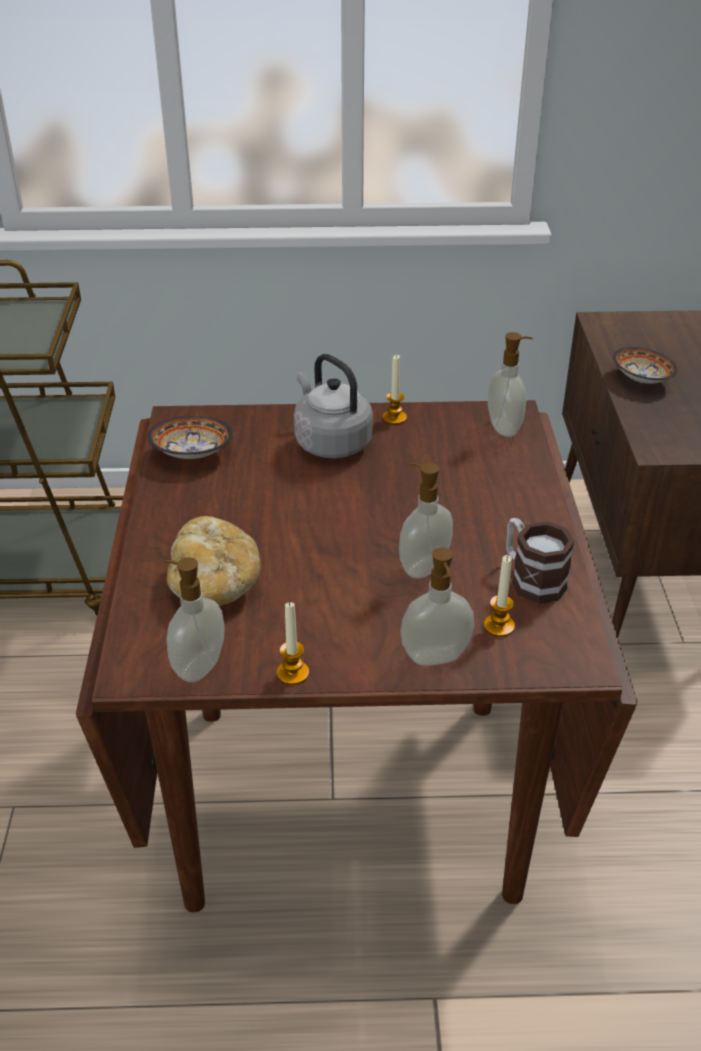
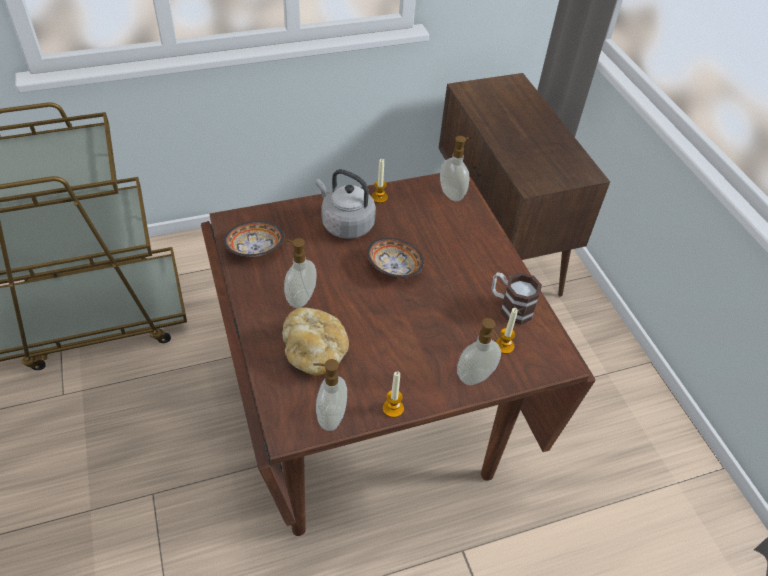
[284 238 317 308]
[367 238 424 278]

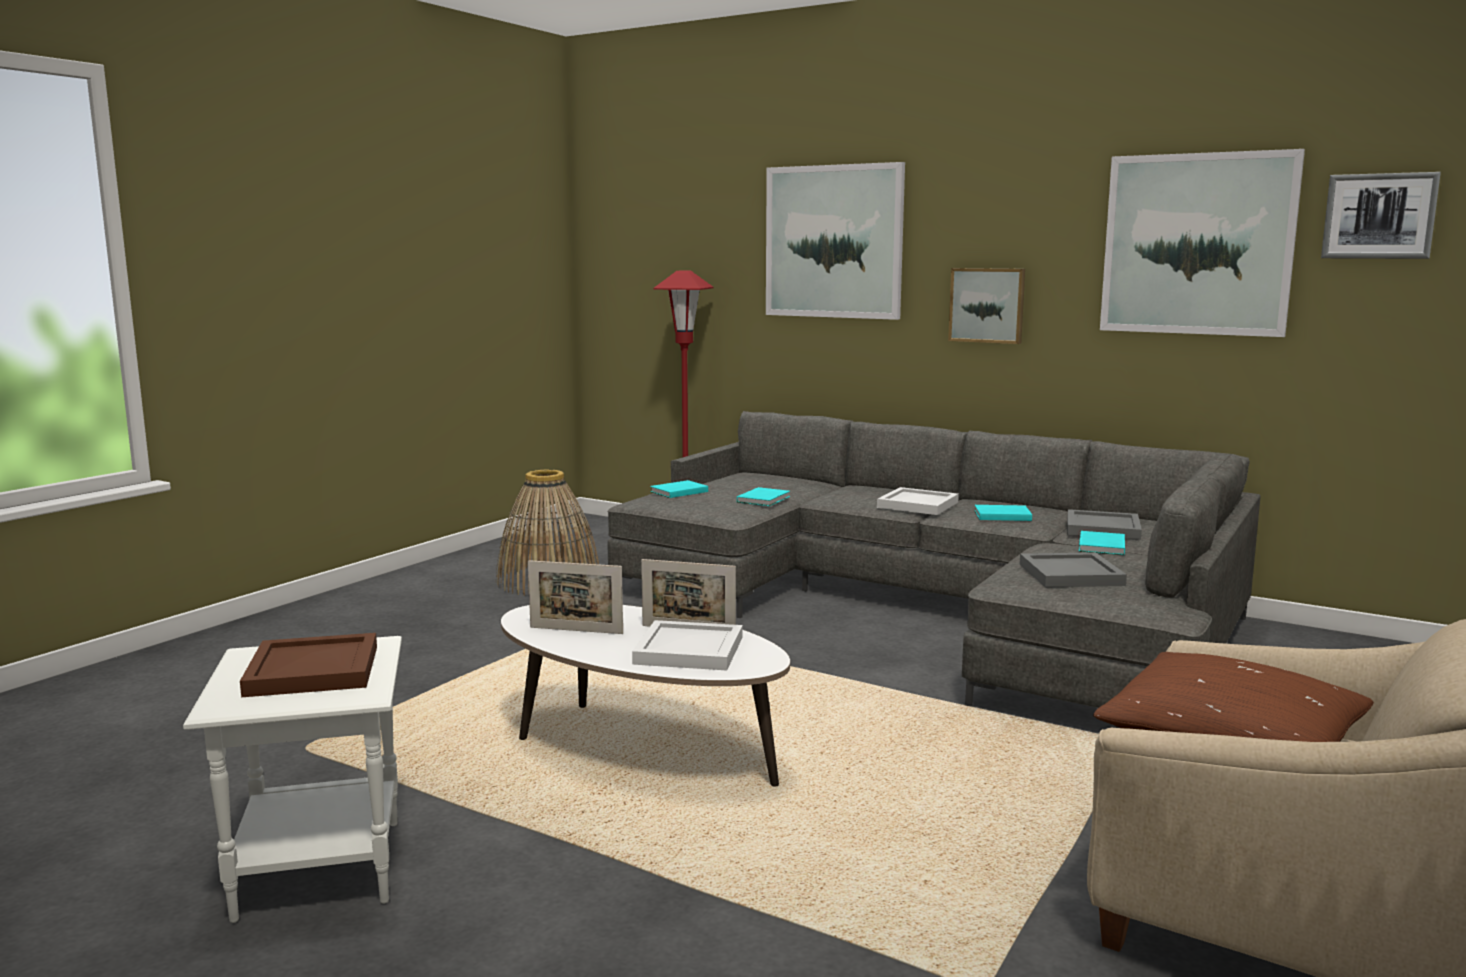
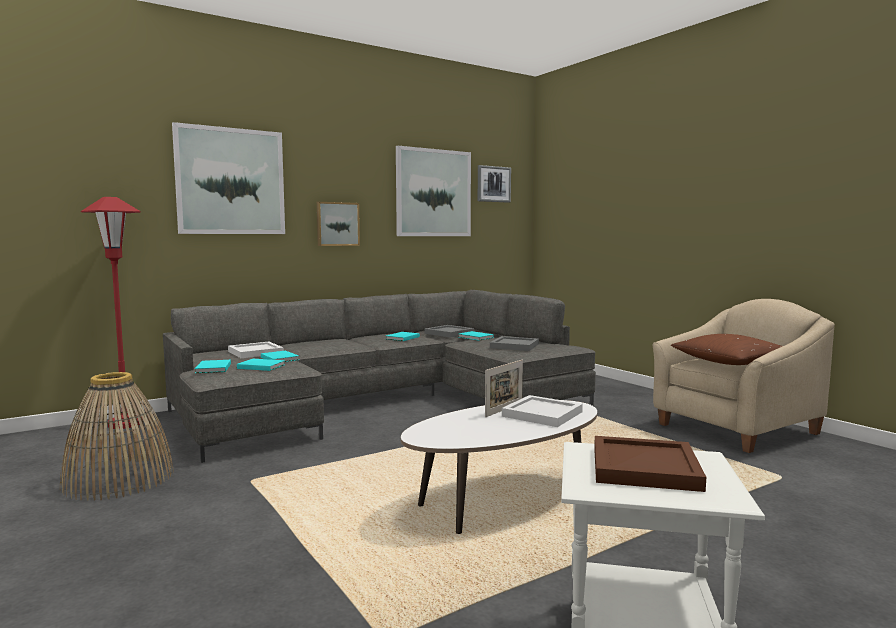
[528 560 623 634] (first image)
[237 359 285 371]
[228 342 284 358]

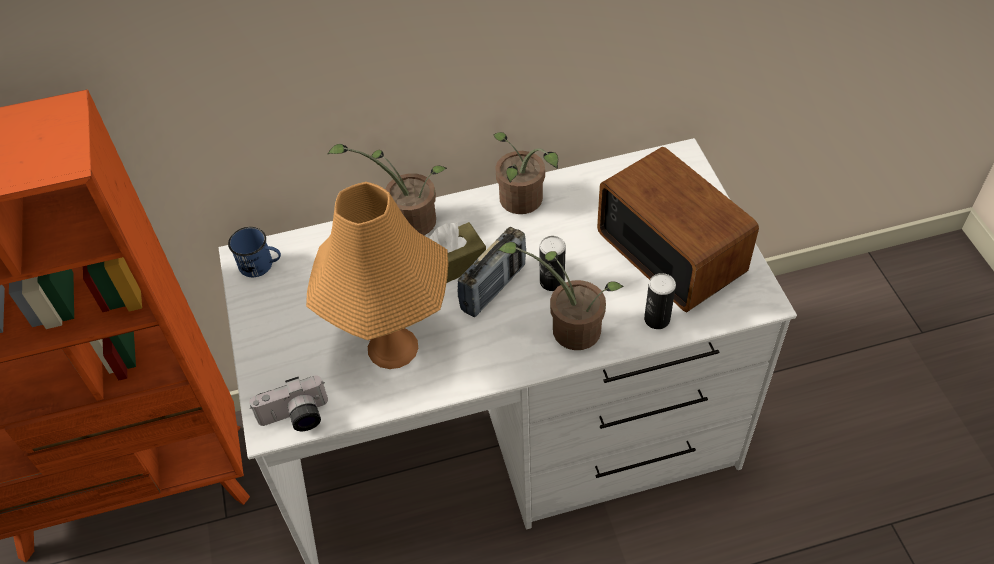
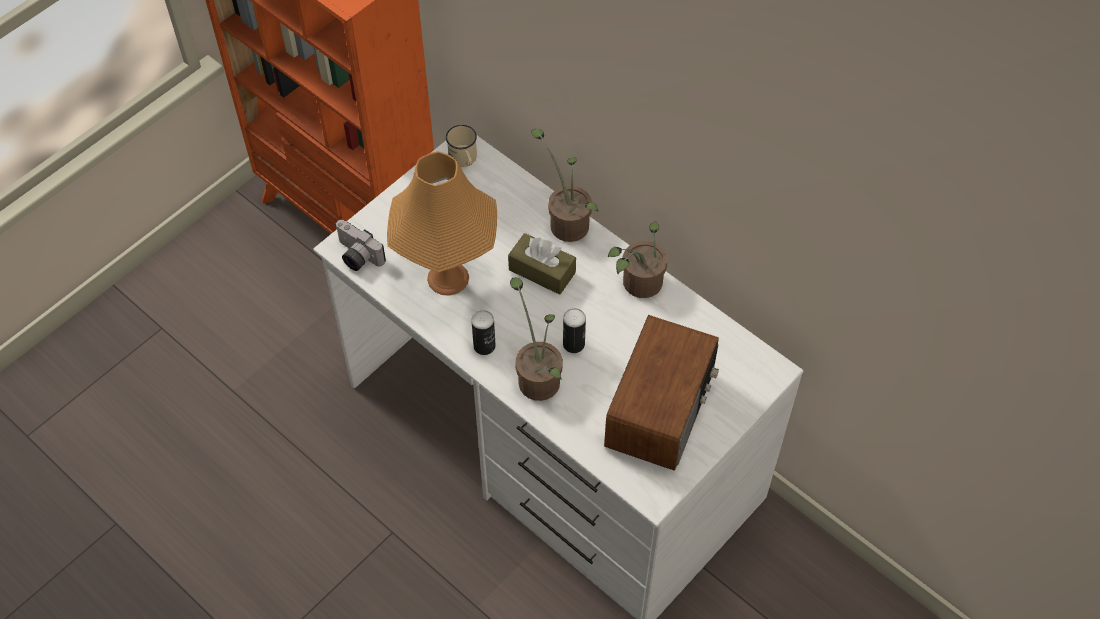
[458 227 526 317] (first image)
[471 310 496 355]
[446 125 477 167]

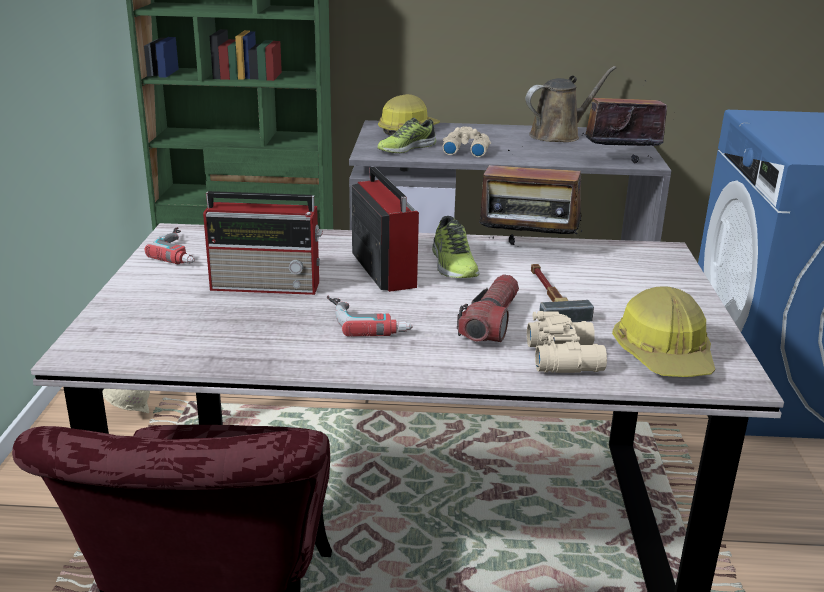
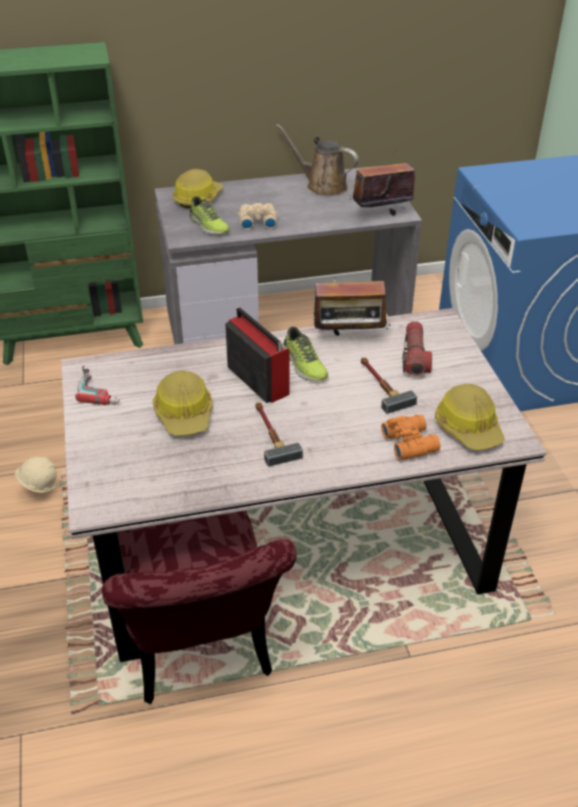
[402 321 432 376]
[152 371 212 436]
[256 402 303 467]
[381 414 440 460]
[189 196 230 235]
[276 124 359 196]

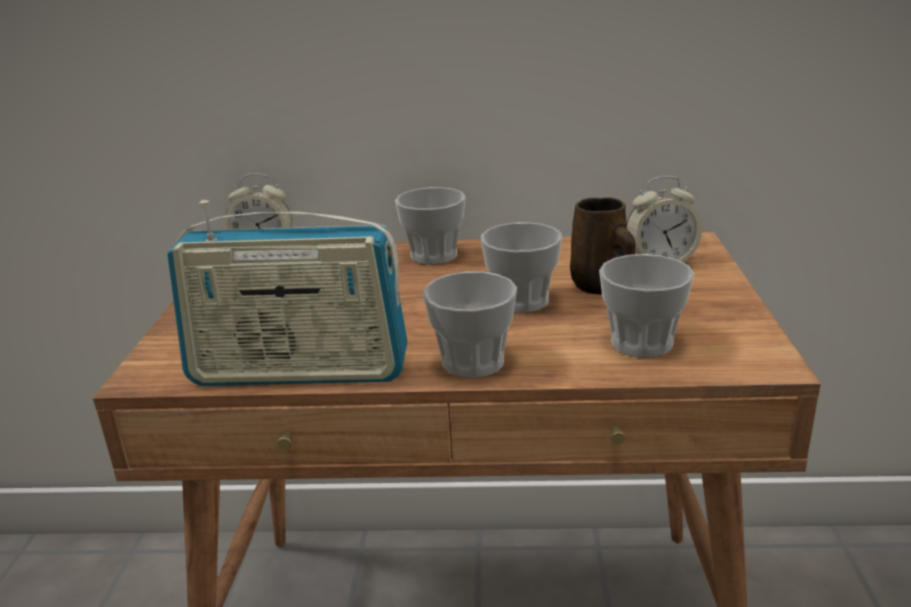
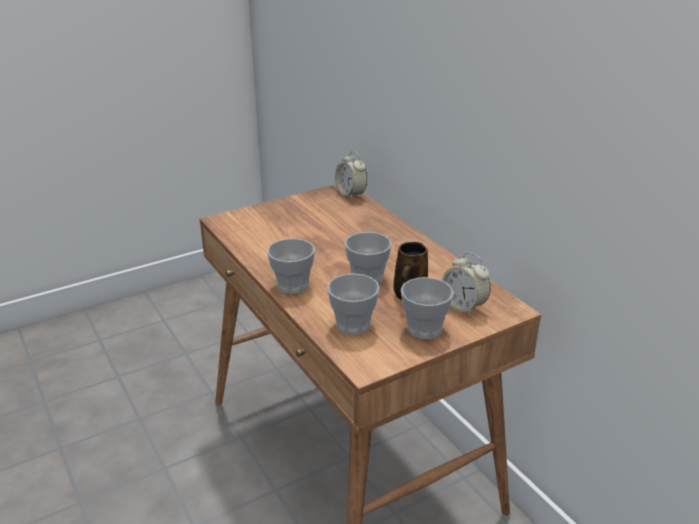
[167 200 408 386] (first image)
[401 277 454 339]

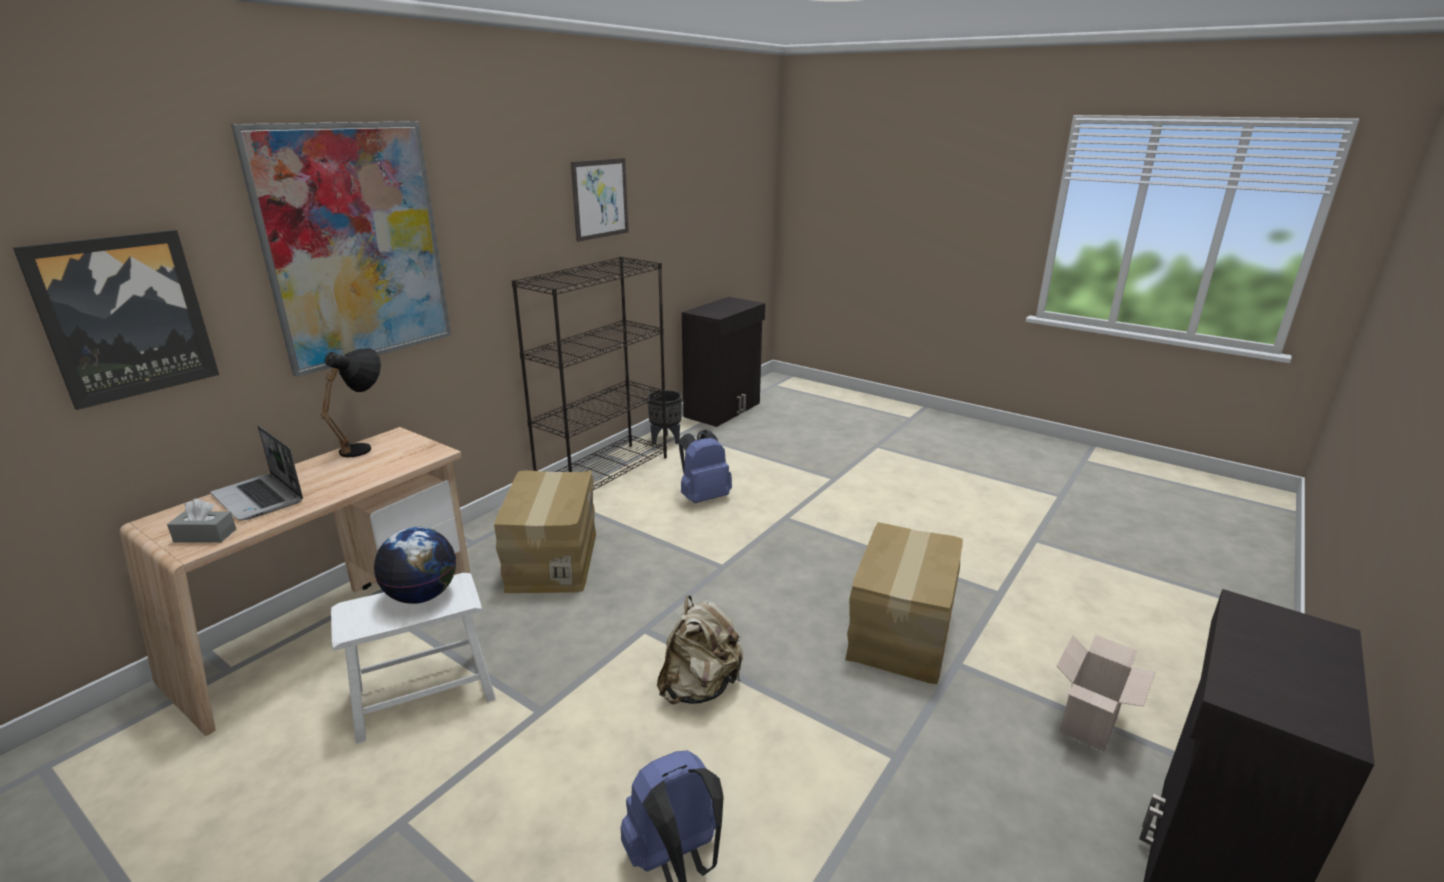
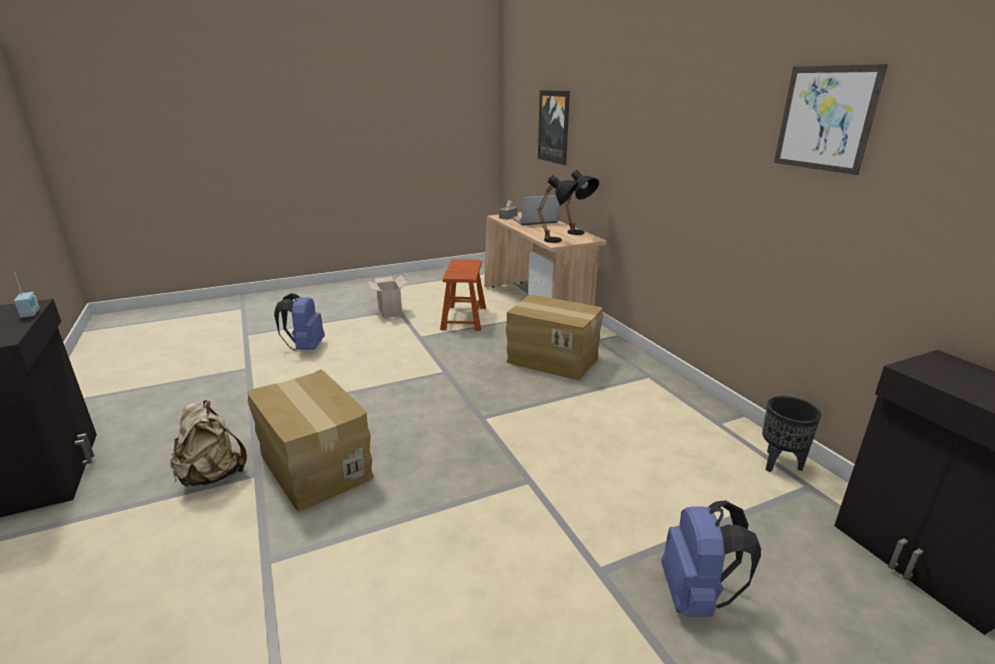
[231 121 451 377] (first image)
[374 527 456 604] (first image)
[512 256 667 490] (first image)
[14 272 40 318]
[537 175 579 243]
[170 400 247 487]
[661 500 761 617]
[367 275 407 318]
[440 259 486 331]

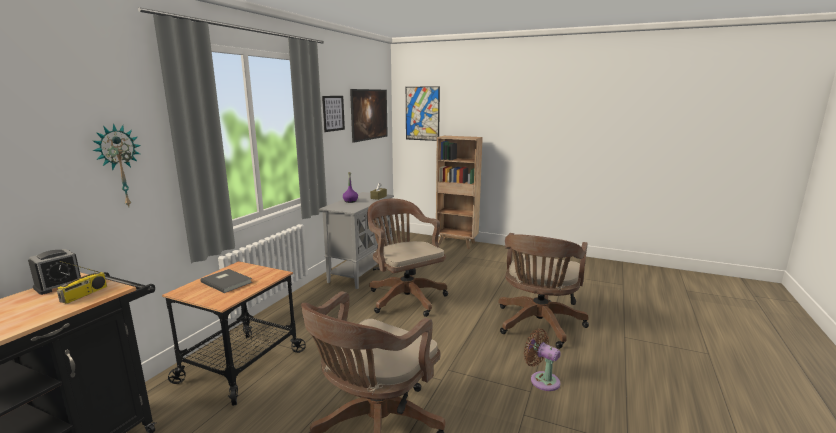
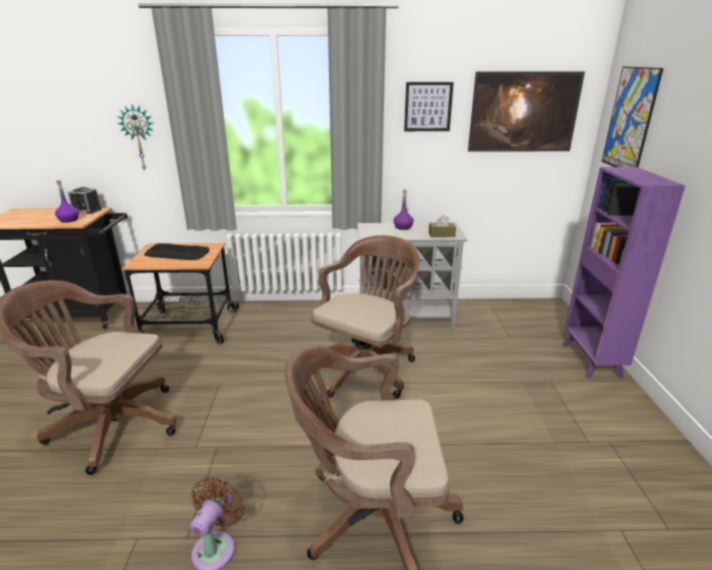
[55 180 79 223]
[144 243 209 260]
[562 167 685 379]

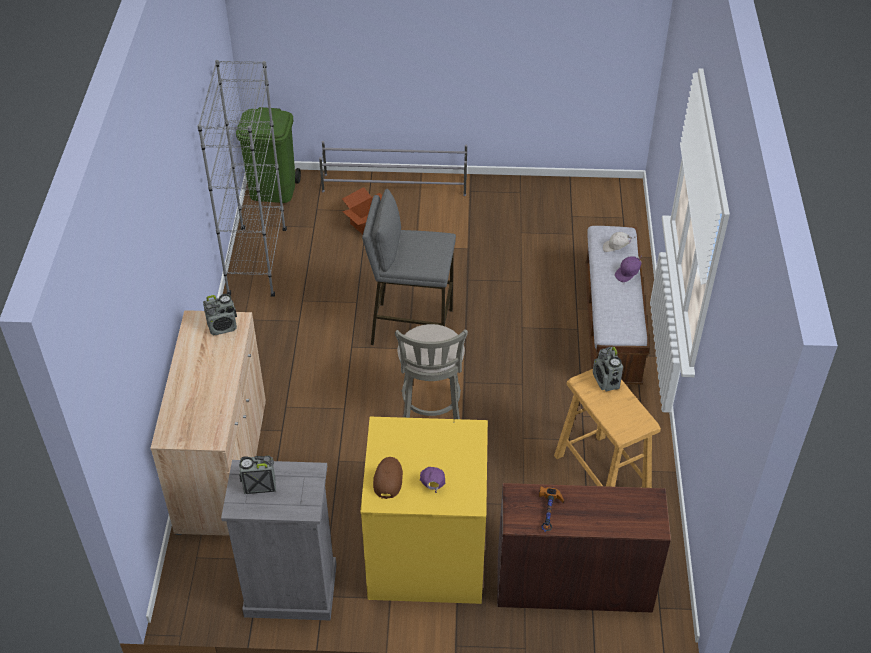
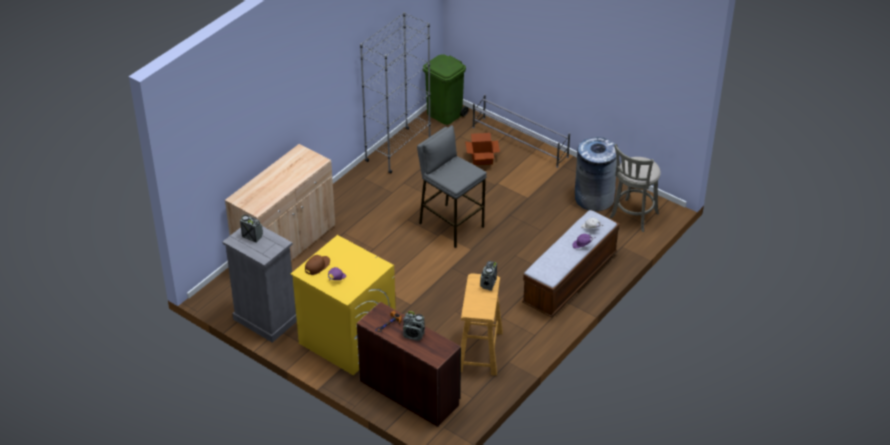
[575 136 617 211]
[403 311 425 341]
[610 144 661 232]

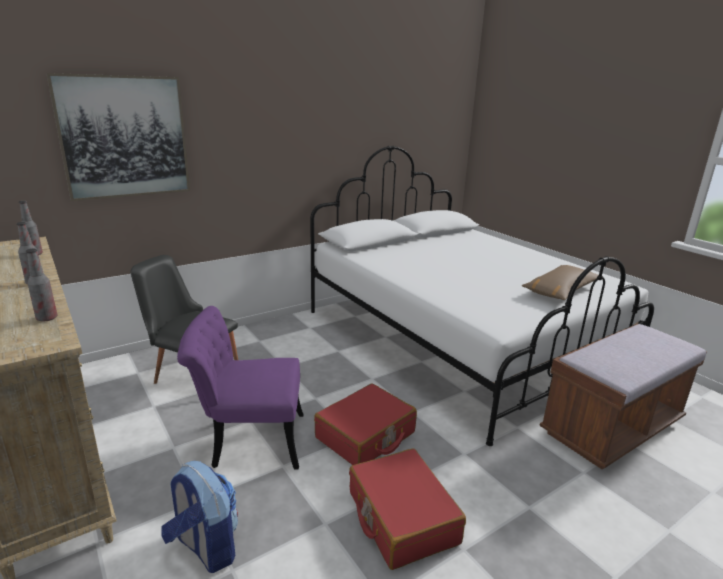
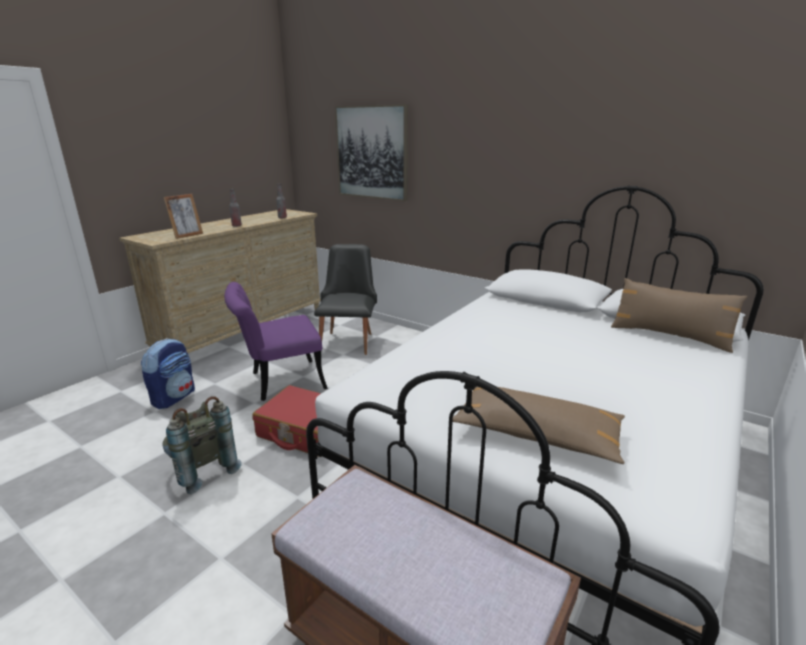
[611 278 748 353]
[164 194 203 239]
[162 396 242 494]
[224 282 328 401]

